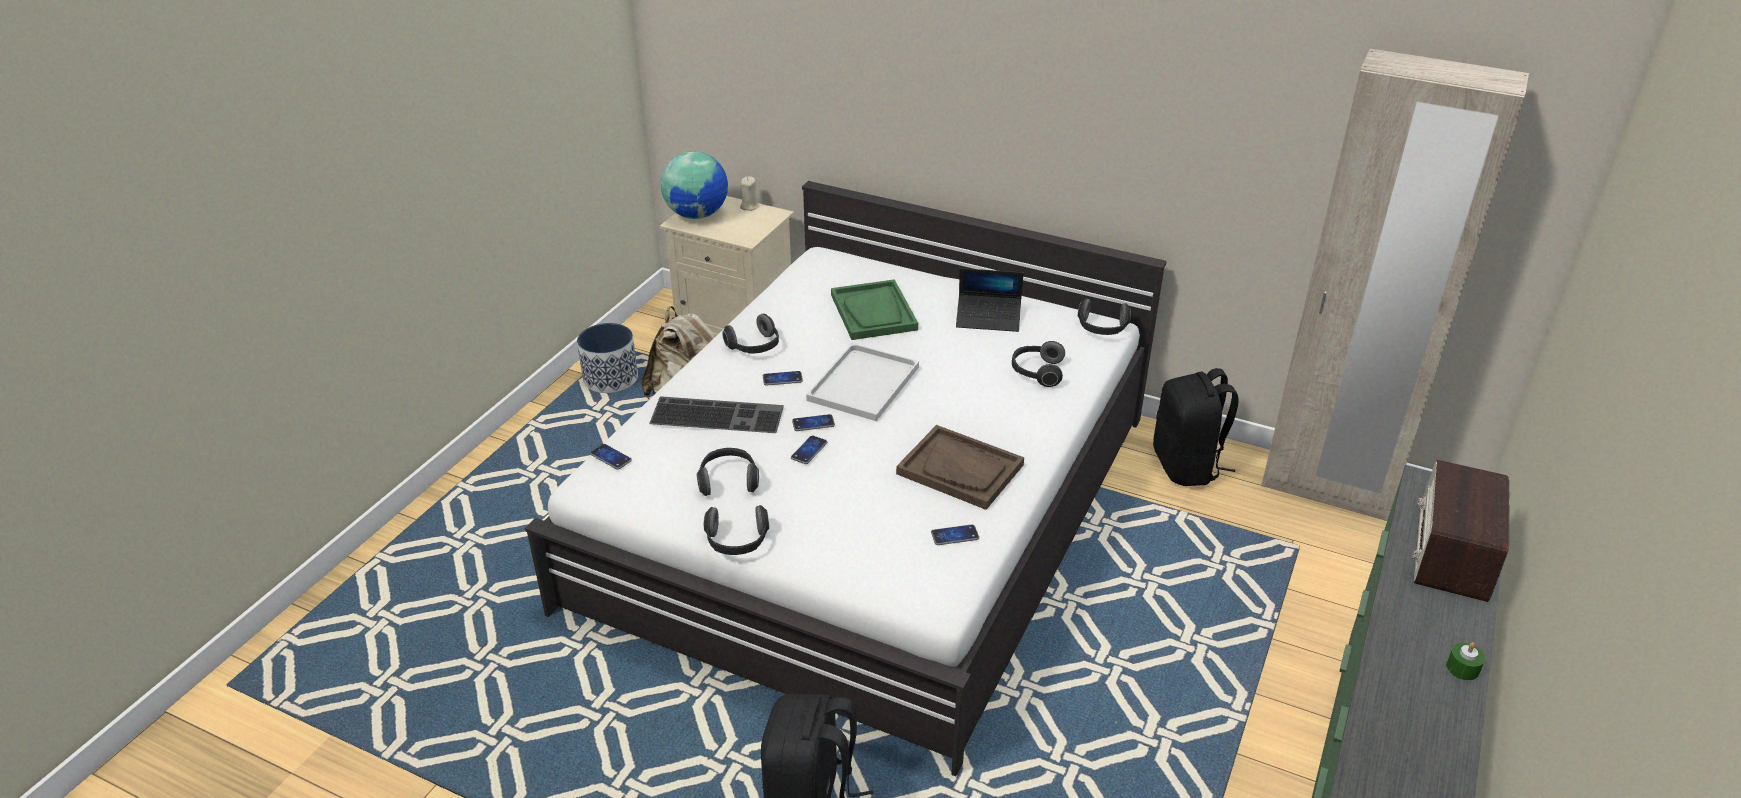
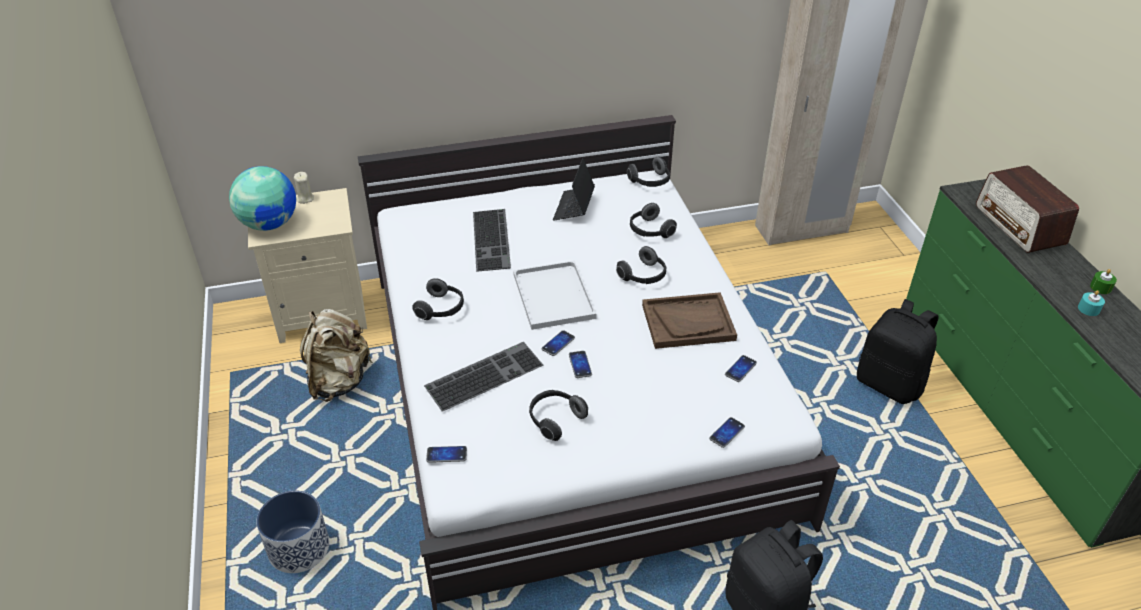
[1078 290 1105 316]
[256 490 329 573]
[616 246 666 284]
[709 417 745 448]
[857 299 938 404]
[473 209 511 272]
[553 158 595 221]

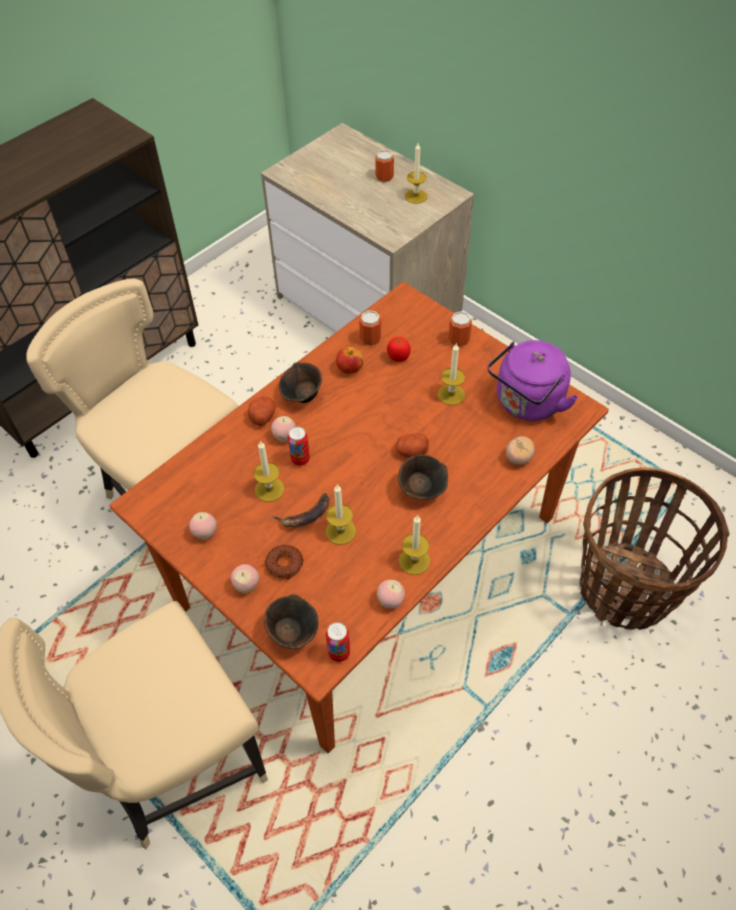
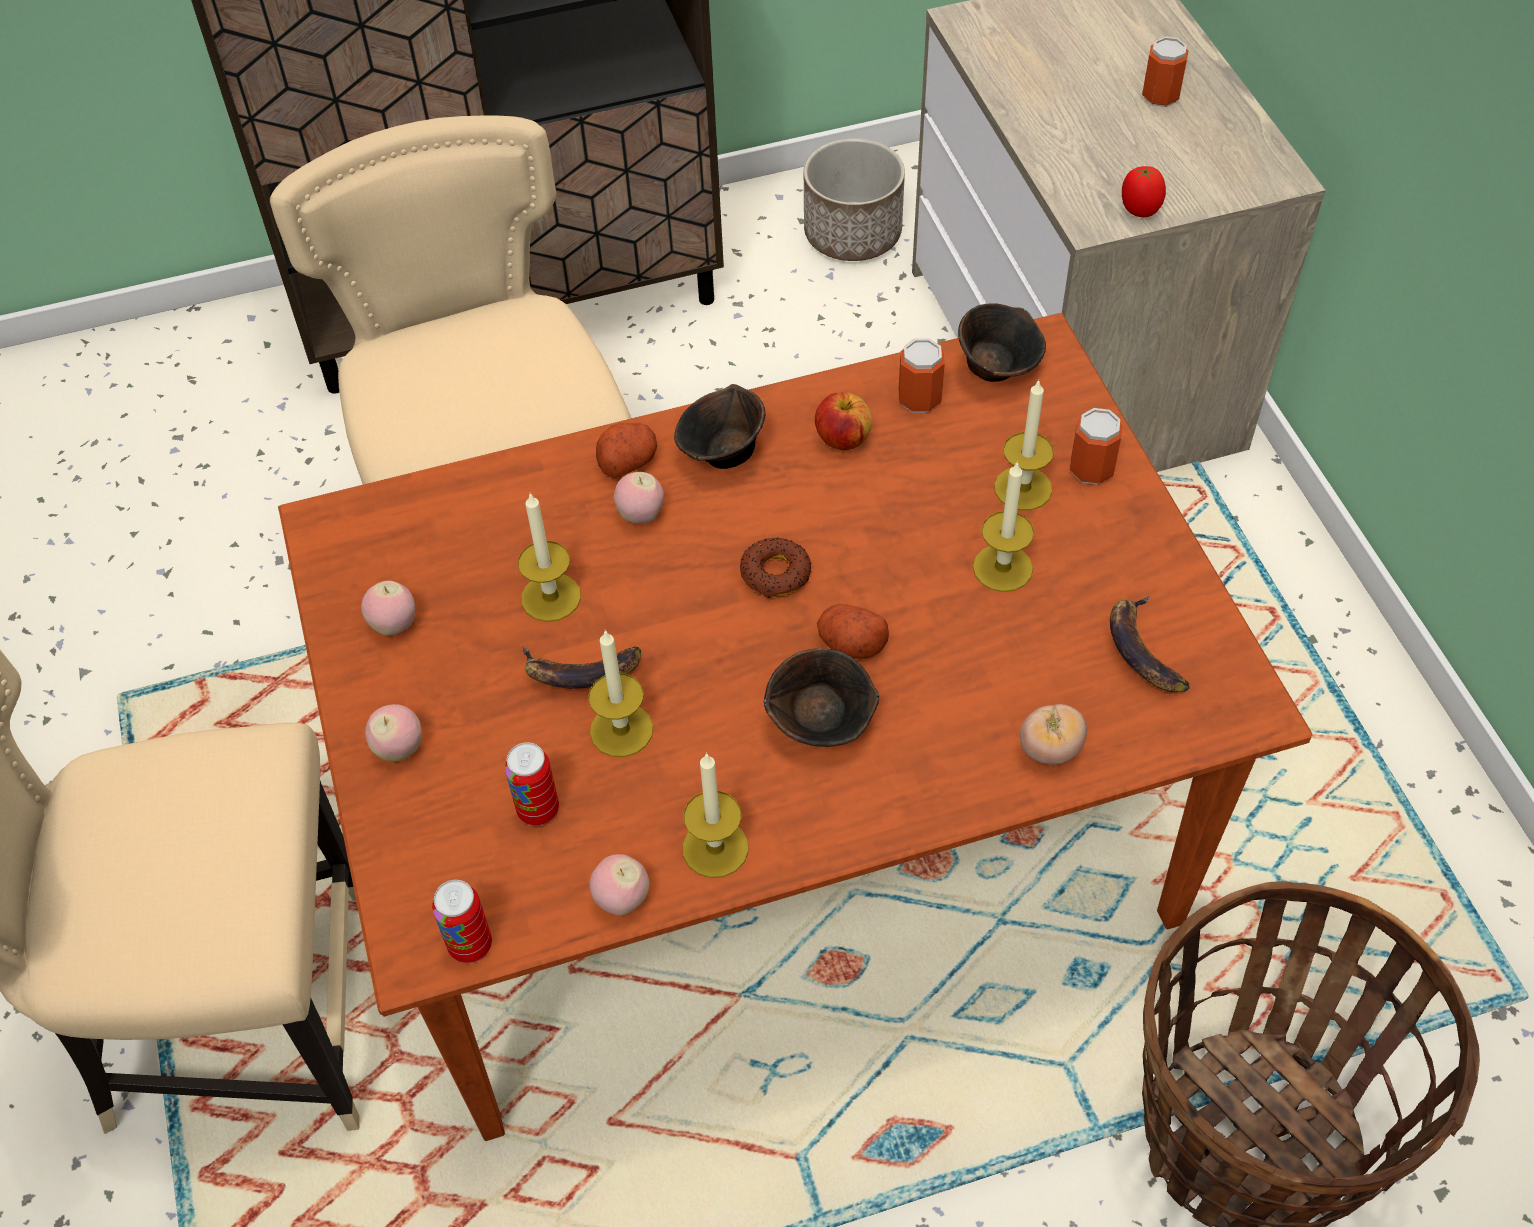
[804 138 905 261]
[958 303 1046 382]
[740 537 812 598]
[505 742 559 826]
[1122 166 1166 218]
[994 380 1054 511]
[1110 596 1190 692]

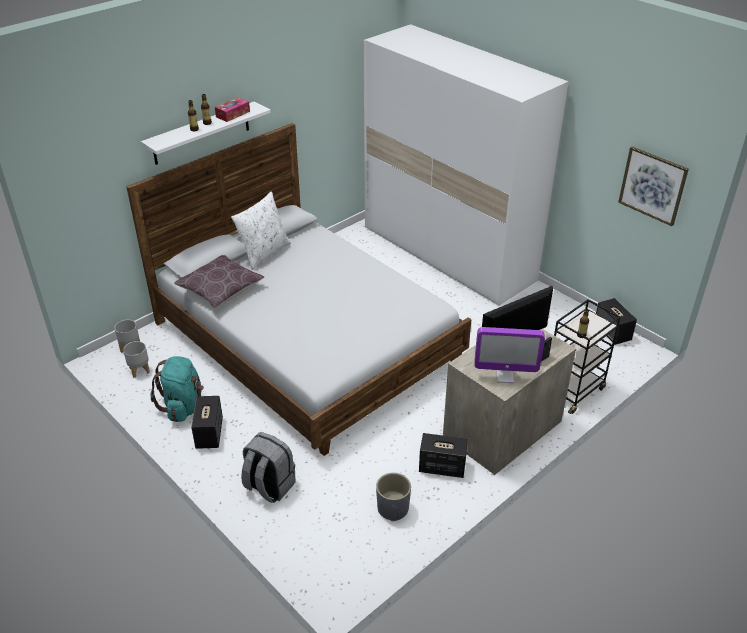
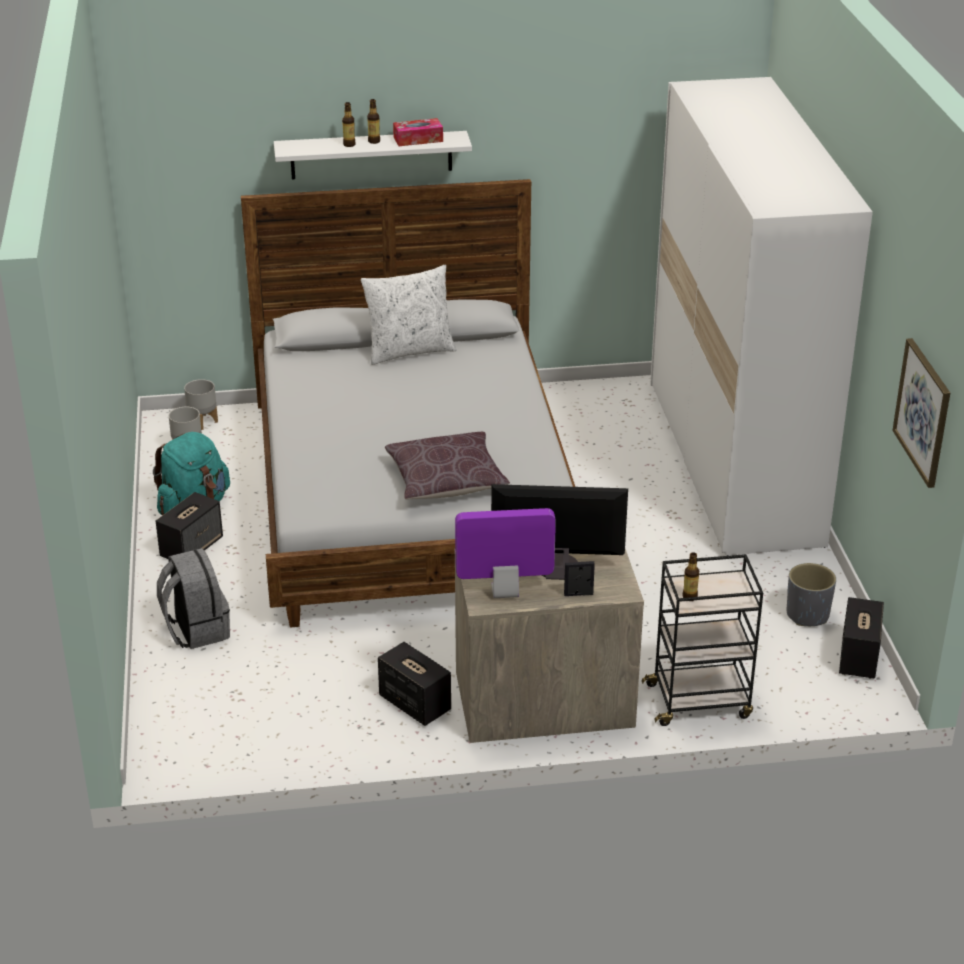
[385 432 510 499]
[787 563 836 626]
[455 508 556 598]

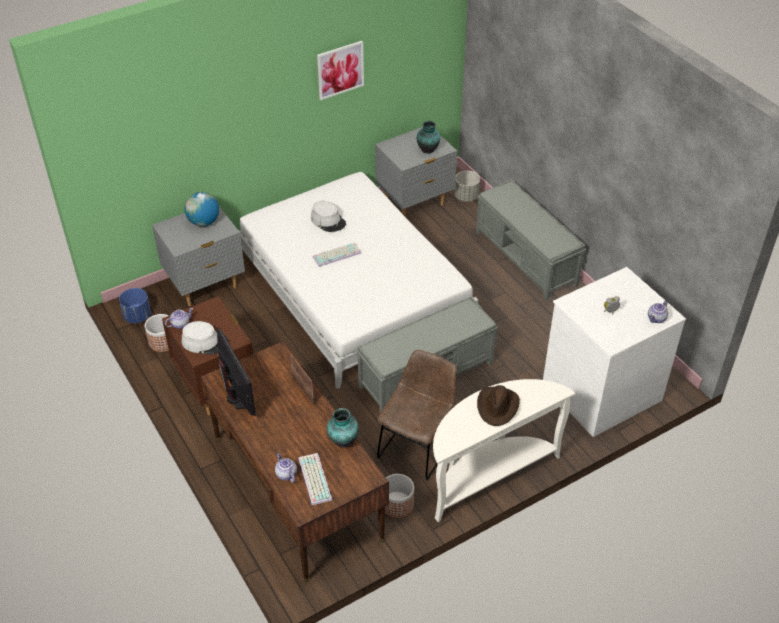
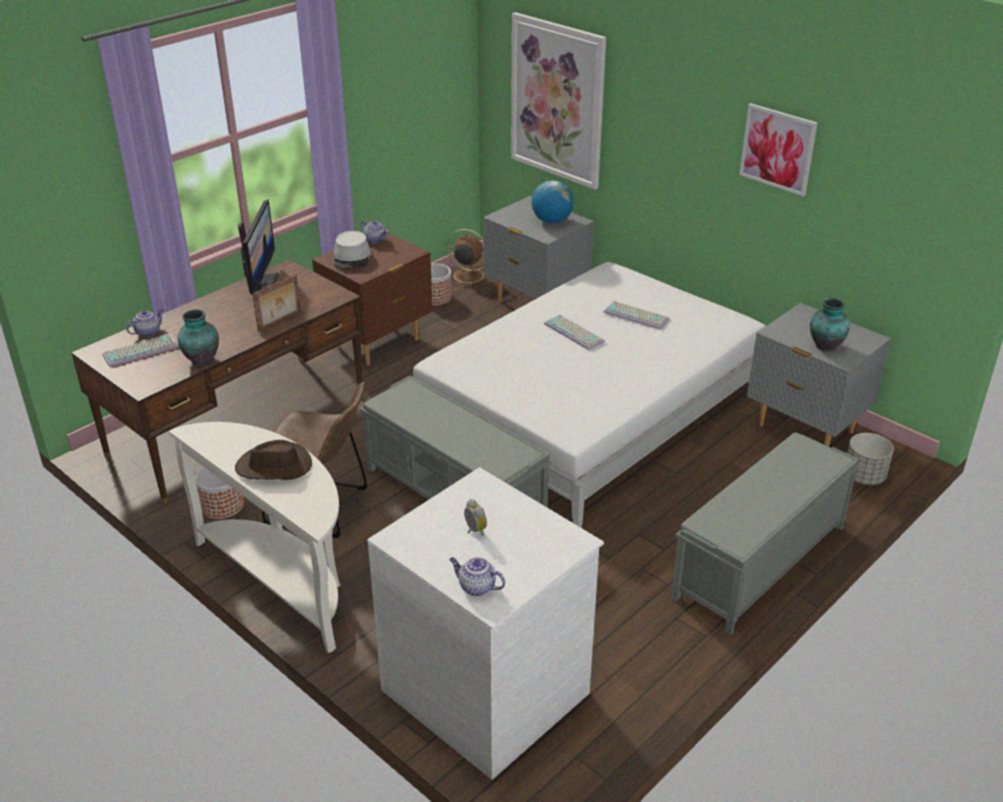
[511 12 606 189]
[447 229 490 286]
[603 301 670 330]
[238 200 279 295]

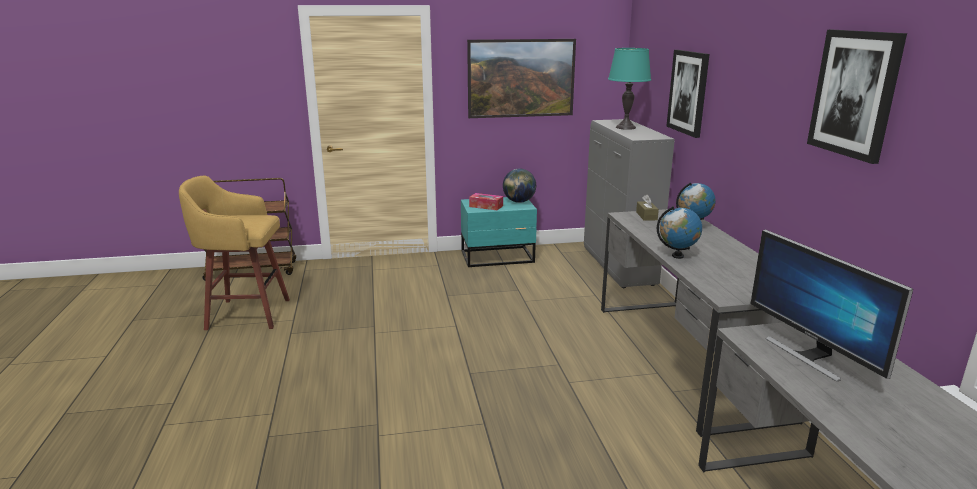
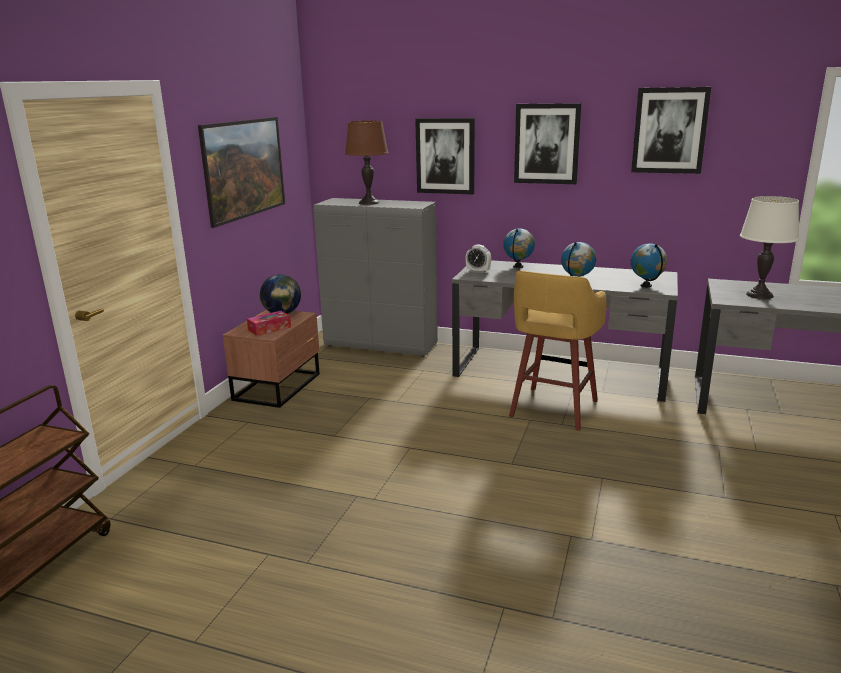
[514 103 581 184]
[630 243 667 287]
[509 270 607 431]
[466 244 491 273]
[740 196 800 299]
[223 309 320 408]
[345 121 389 205]

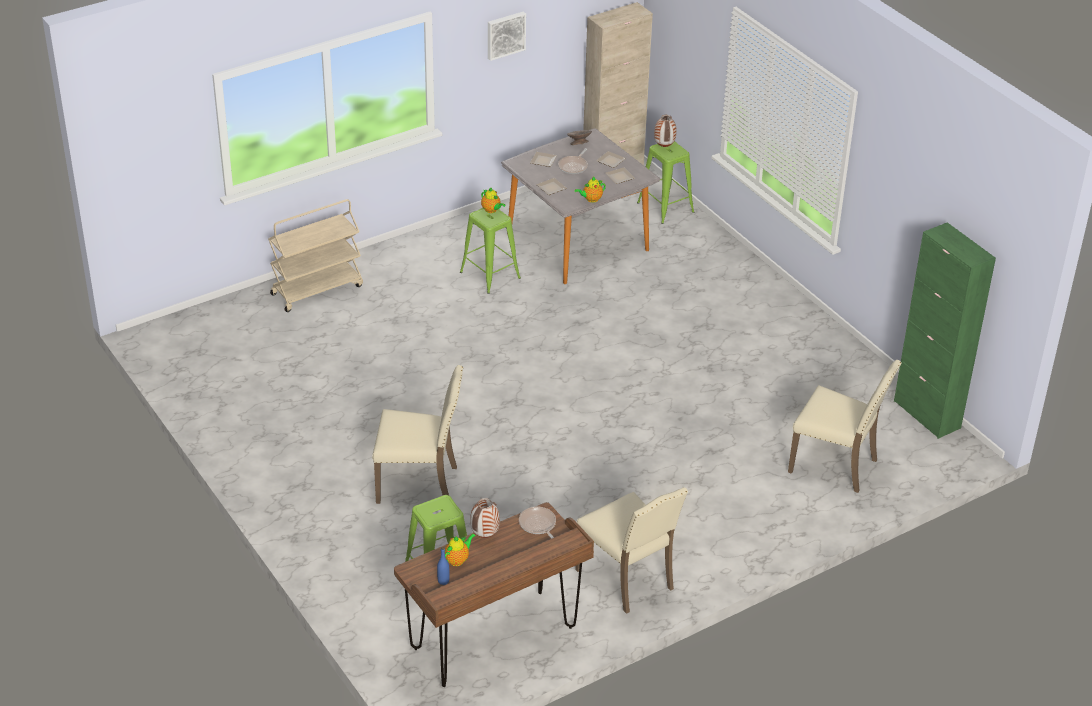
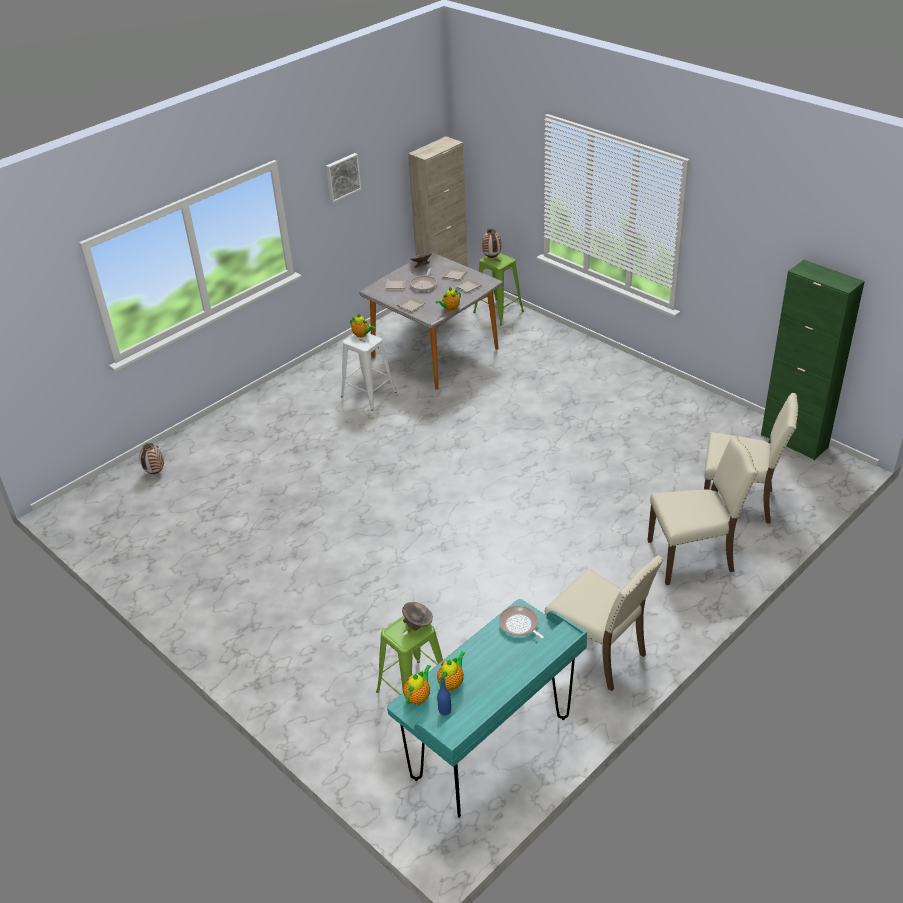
[268 199 363 312] (first image)
[402 602 433 631]
[403 665 431 705]
[647 436 758 585]
[140 443 164 474]
[387 599 587 818]
[341 333 396 411]

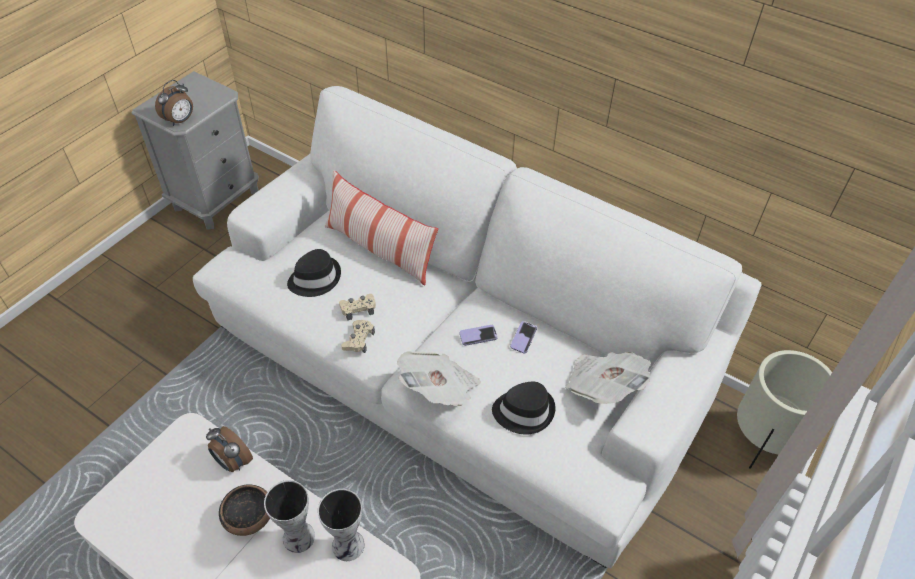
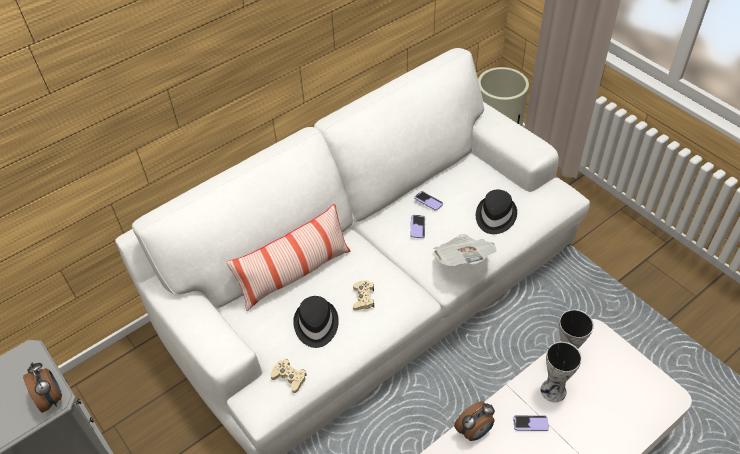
[565 352 651 404] (first image)
[270 359 307 393]
[513 415 549 431]

